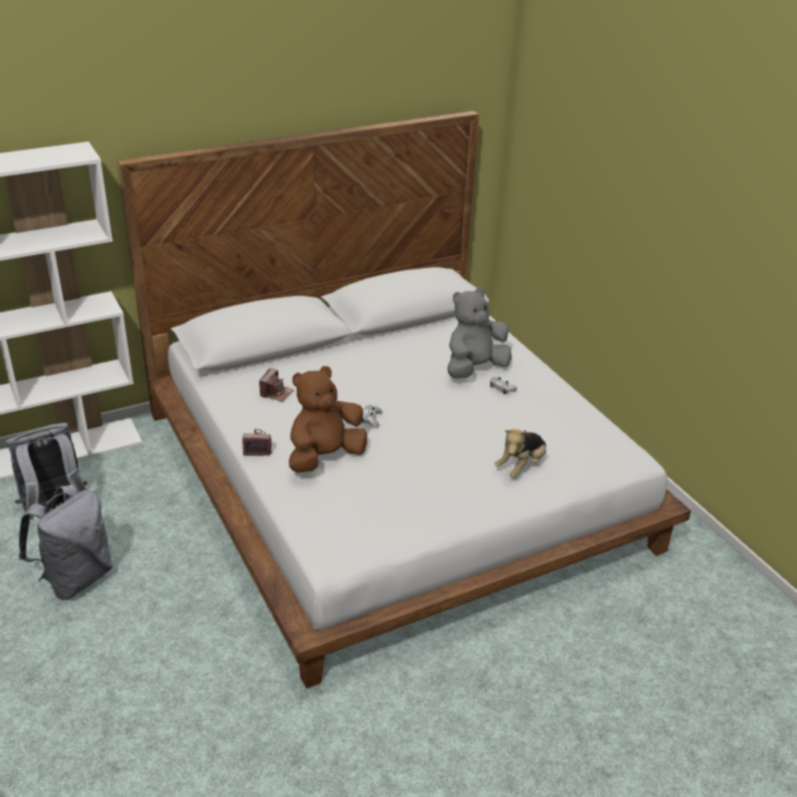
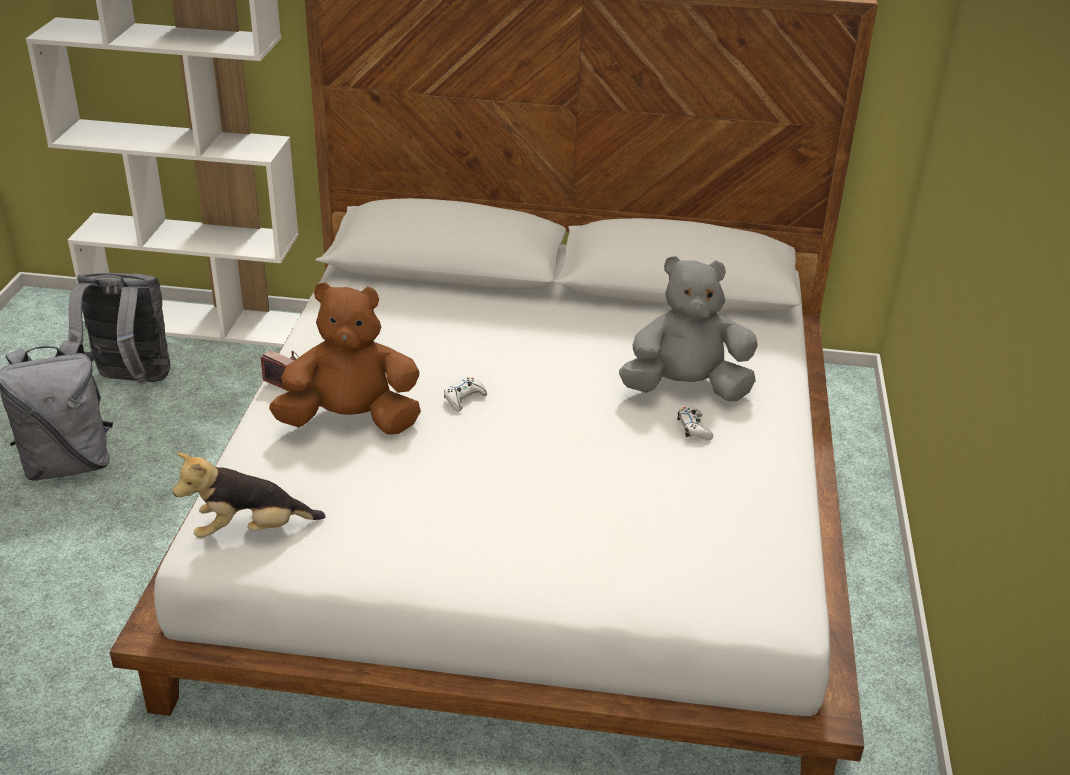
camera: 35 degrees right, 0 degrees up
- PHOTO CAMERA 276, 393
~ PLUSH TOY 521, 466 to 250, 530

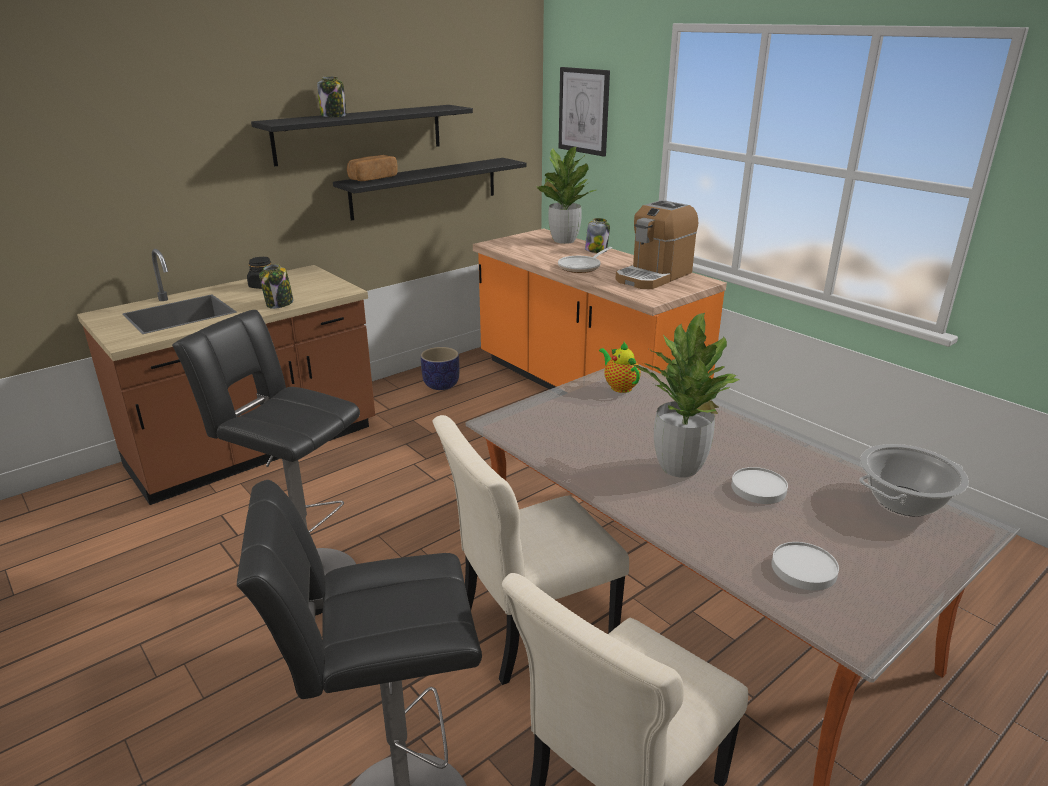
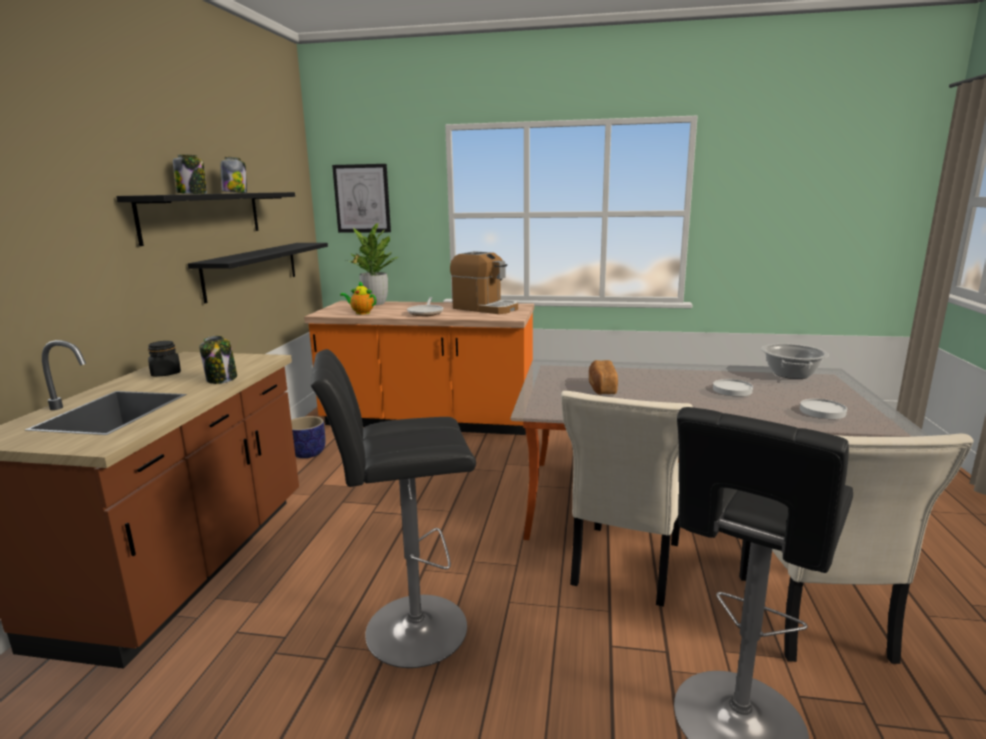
camera: 40 degrees left, 10 degrees down
~ BREAD 372, 178 to 601, 387
~ JAR 596, 250 to 235, 193
~ TEAPOT 619, 387 to 361, 313
~ COFFEE MACHINE 653, 276 = 485, 308 60 degrees counterclockwise
- POTTED PLANT 679, 467

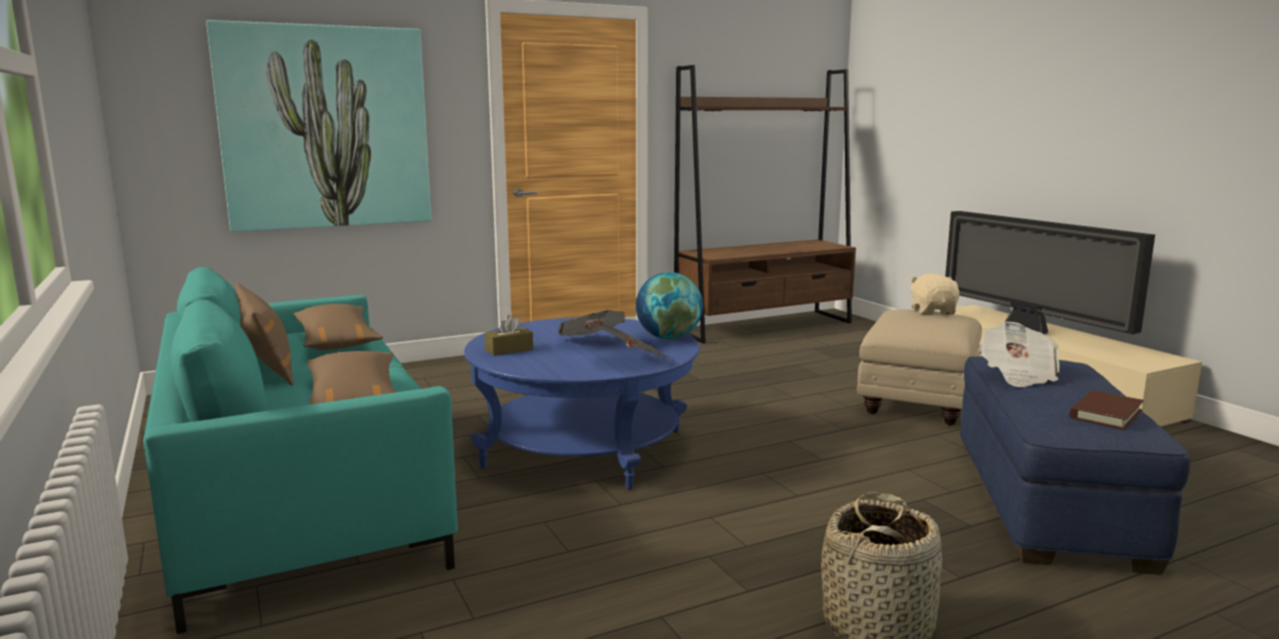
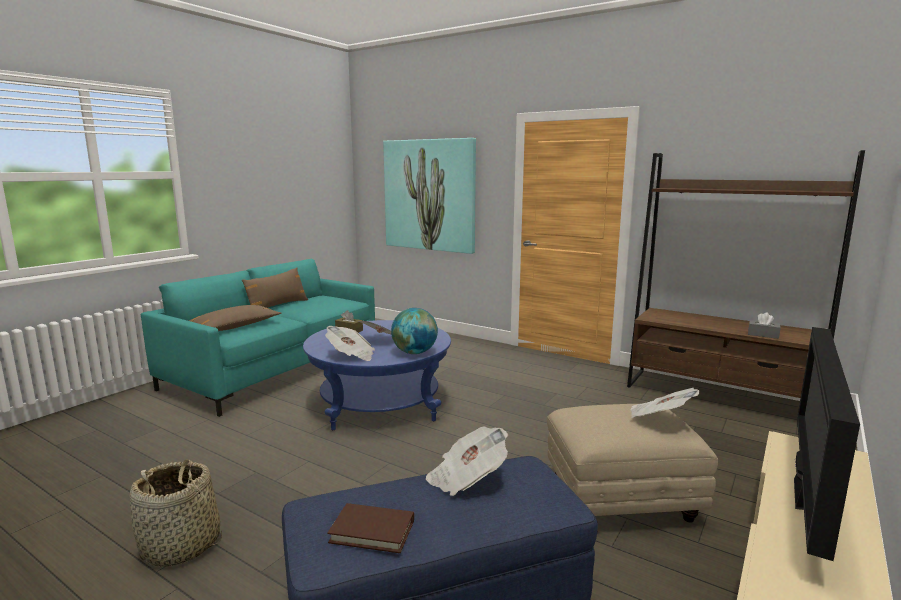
camera: 60 degrees right, 0 degrees up
- BROWN PILLOW 337, 341
~ BEIGE PLUSH TOY 933, 311 to NEWSPAPER 659, 418
+ GREY TISSUE BOX 763, 335

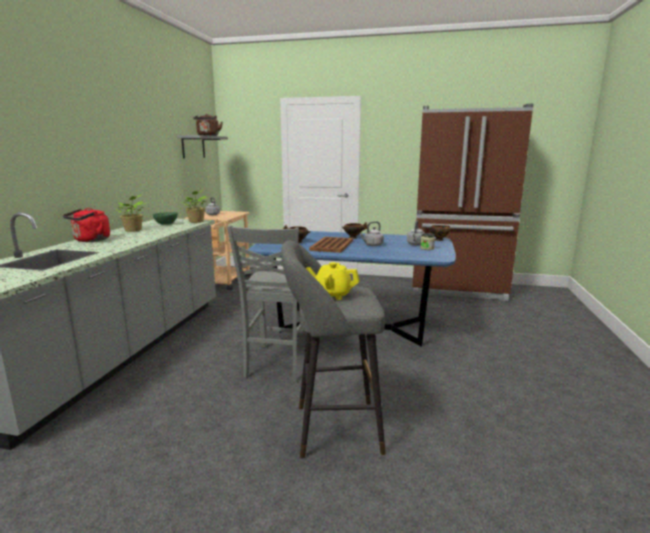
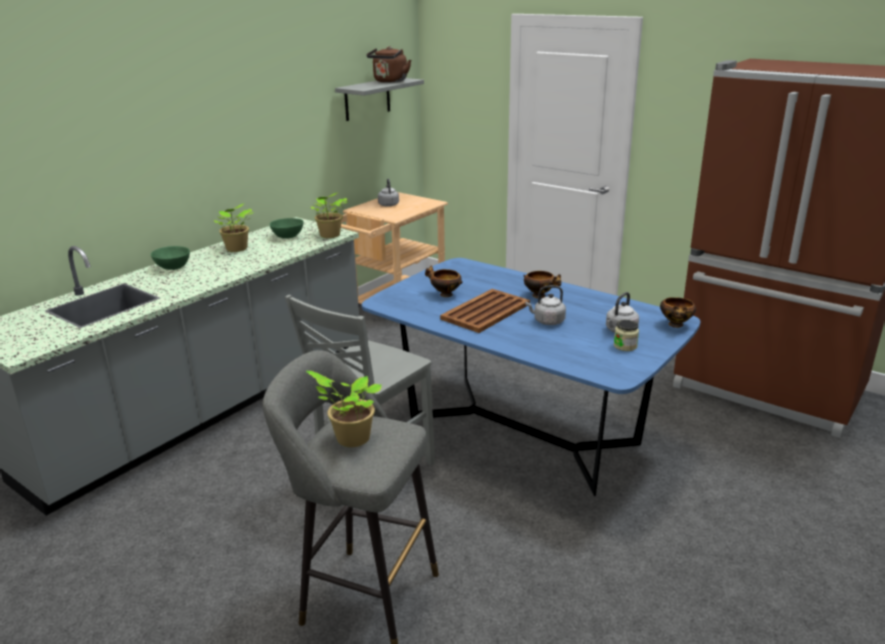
camera: 25 degrees right, 10 degrees up
~ RED KETTLE 90, 240 to GREEN BOWL 172, 267
~ YELLOW TEAPOT 332, 295 to POTTED PLANT 350, 438

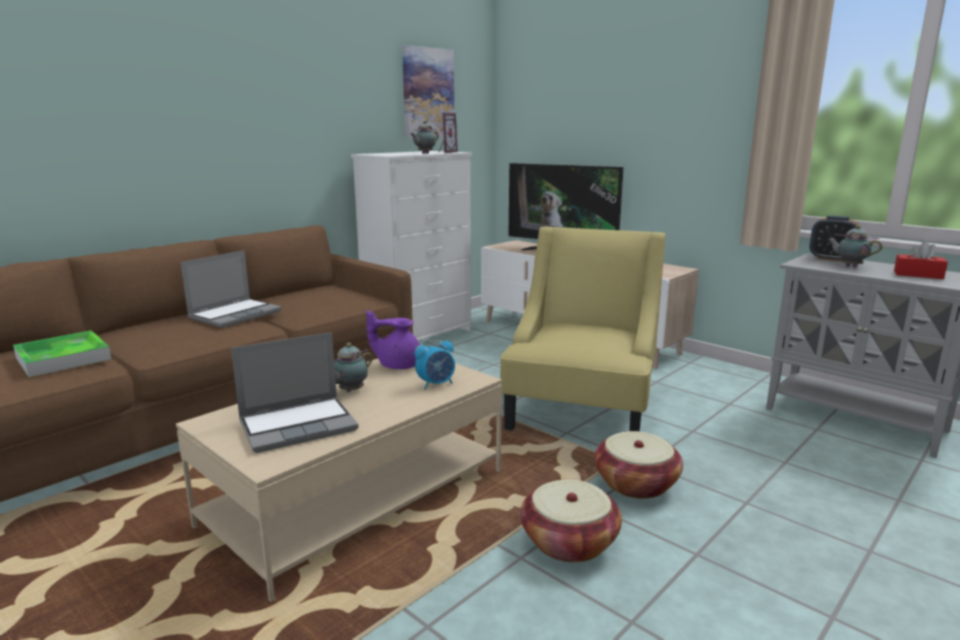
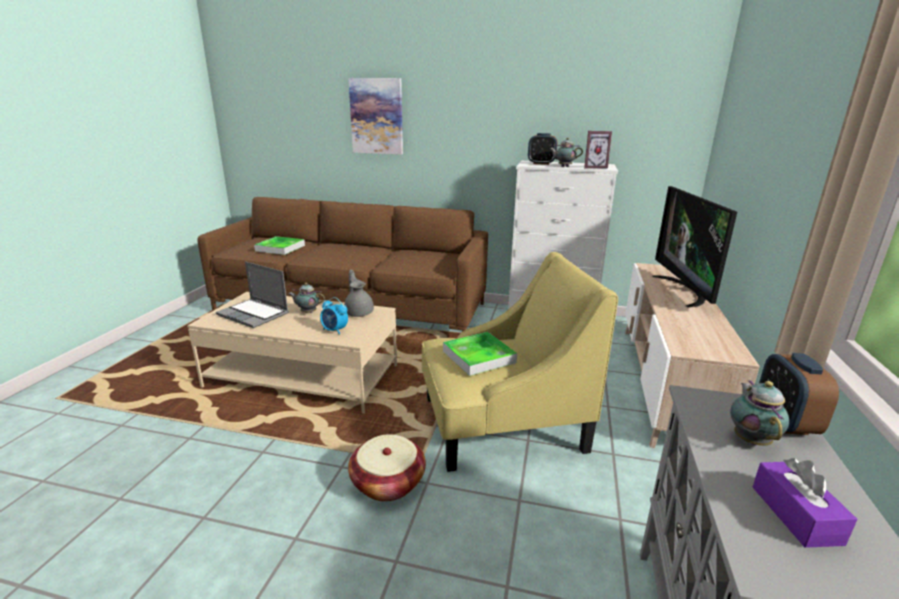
camera: 60 degrees right, 5 degrees up
- LAPTOP 236, 314
~ PURPLE TEAPOT 398, 365 to GREY TEAPOT 359, 312
~ PICTURE 427, 93 to 377, 116
- BASKET 569, 542
~ RED TISSUE BOX 918, 275 to PURPLE TISSUE BOX 795, 514
+ TRAY 479, 357
+ ALARM CLOCK 541, 163

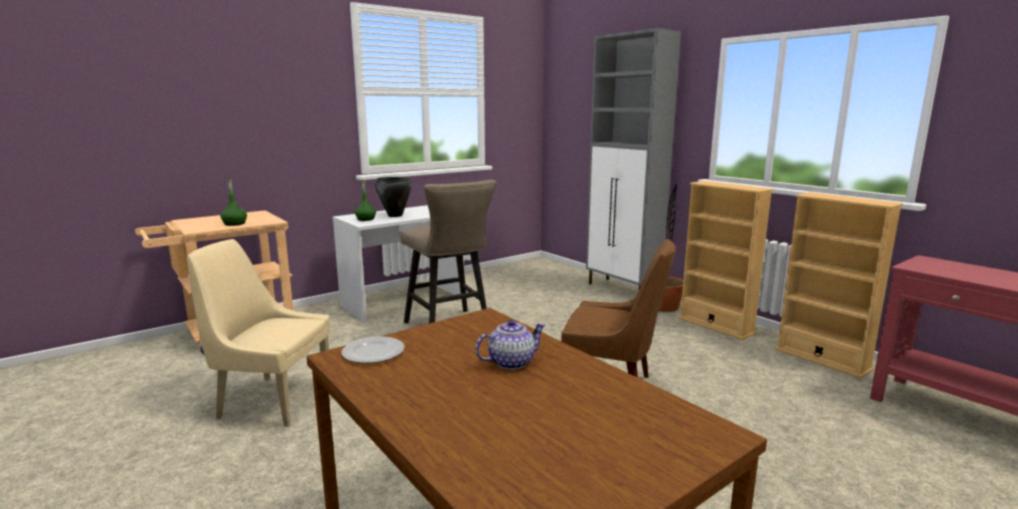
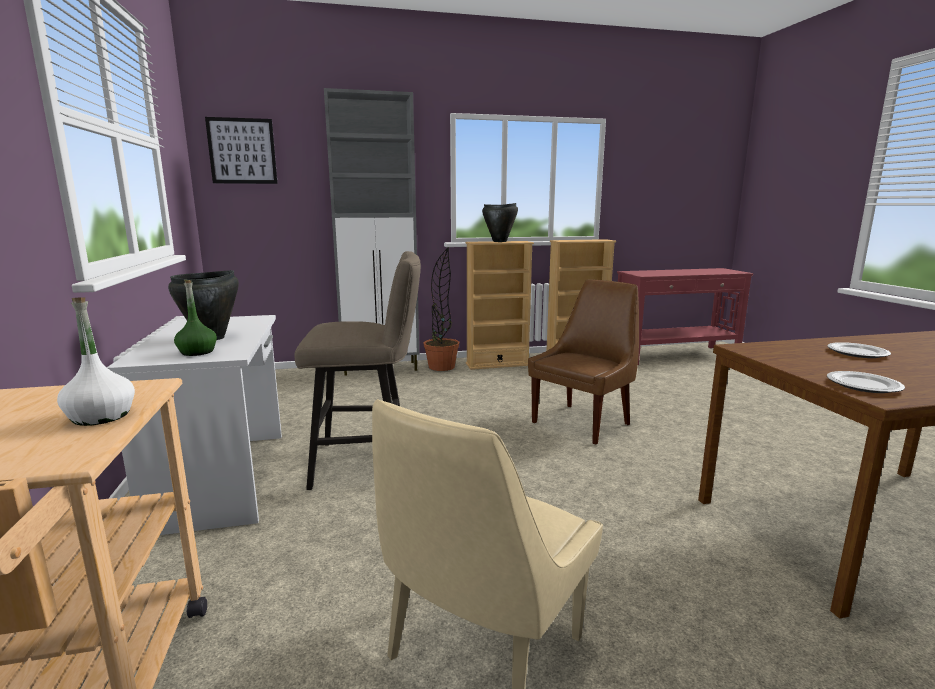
camera: 65 degrees left, 0 degrees up
~ GREEN BOTTLE 234, 224 to WHITE BOTTLE 101, 416
~ TEAPOT 510, 362 to PLATE 857, 353
+ PICTURE 242, 151
+ BLACK COOKING POT 499, 241

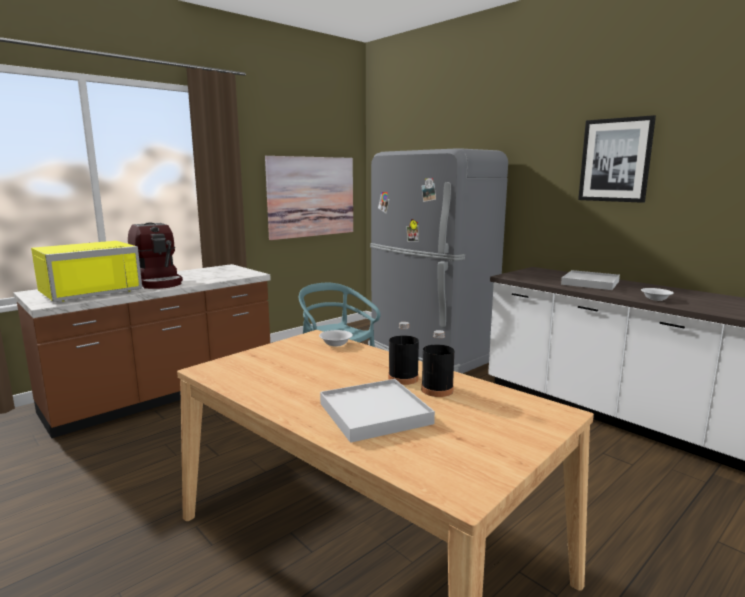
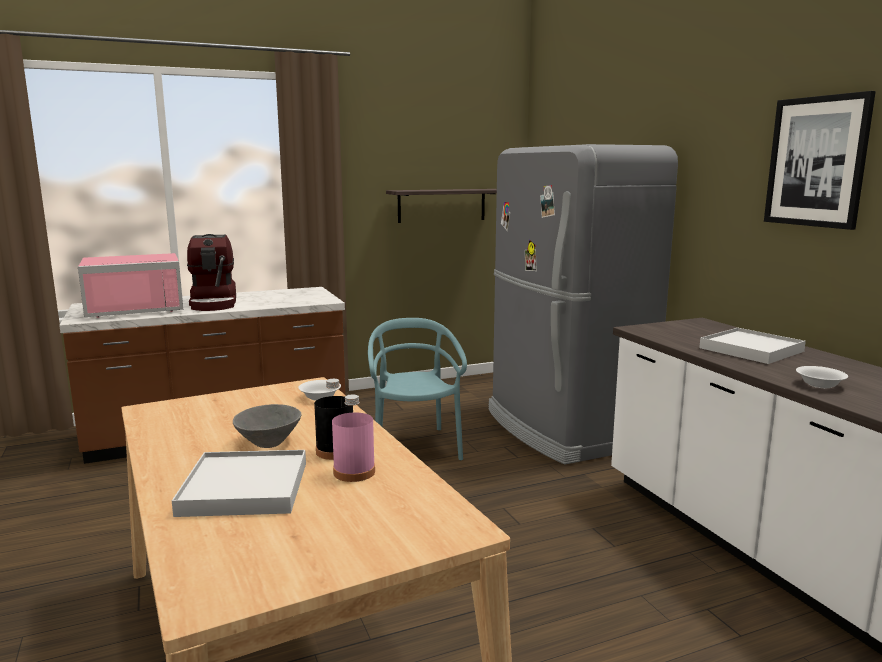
camera: 20 degrees right, 0 degrees up
~ YELLOW MICROWAVE 89, 291 to PINK MICROWAVE 136, 308
~ PICTURE 311, 196 to SHELF 442, 205
~ BLACK BOTTLE 437, 390 to PINK BOTTLE 354, 472
+ GREY BOWL 268, 443

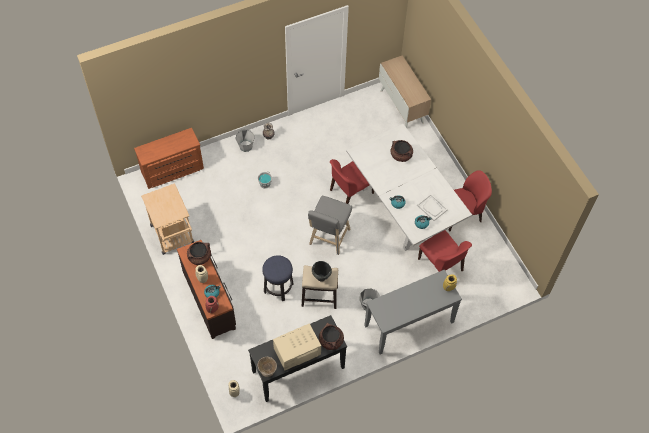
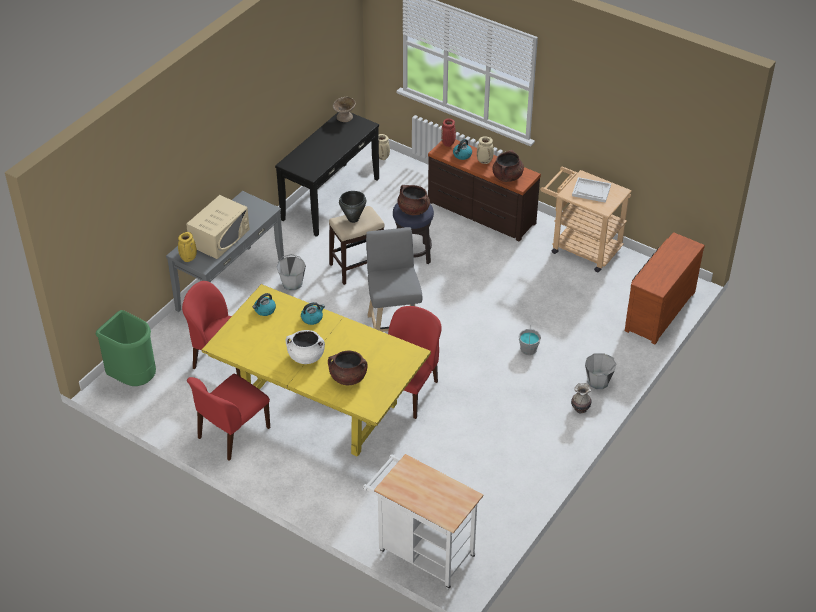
camera: 150 degrees right, 15 degrees down
~ BEIGE MICROWAVE 297, 351 to 219, 237
~ BROWN COOKING POT 331, 341 to 413, 210
~ WHITE DINING TABLE 403, 208 to YELLOW DINING TABLE 320, 405
~ CABINET 402, 106 to WHITE CART 421, 551
~ WHITE TRAY 432, 208 to 591, 191
+ GREEN TRASH CAN 134, 378
+ WHITE COOKING POT 306, 357

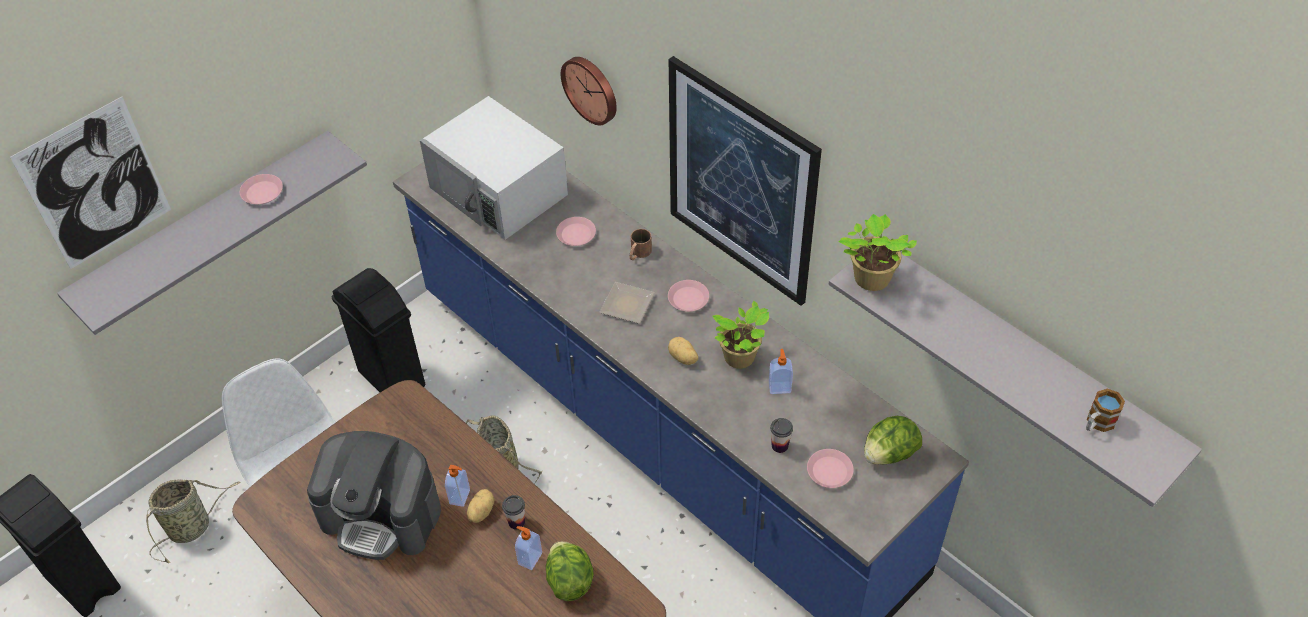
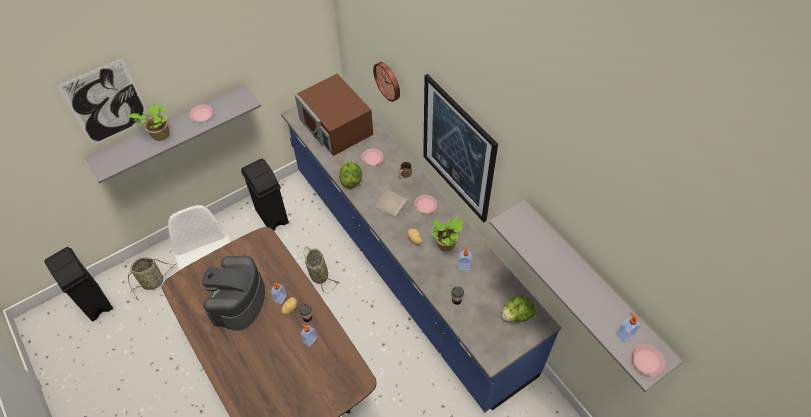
camera: 10 degrees right, 5 degrees up
~ COFFEE MACHINE 382, 515 = 238, 301 75 degrees clockwise
~ WHITE MICROWAVE 499, 191 to BROWN MICROWAVE 336, 127
~ LETTUCE 569, 580 to 351, 180
~ PINK PLATE 829, 471 to 646, 361
~ POTTED PLANT 870, 280 to 159, 135
~ MUG 1097, 423 to SOAP DISPENSER 624, 334

